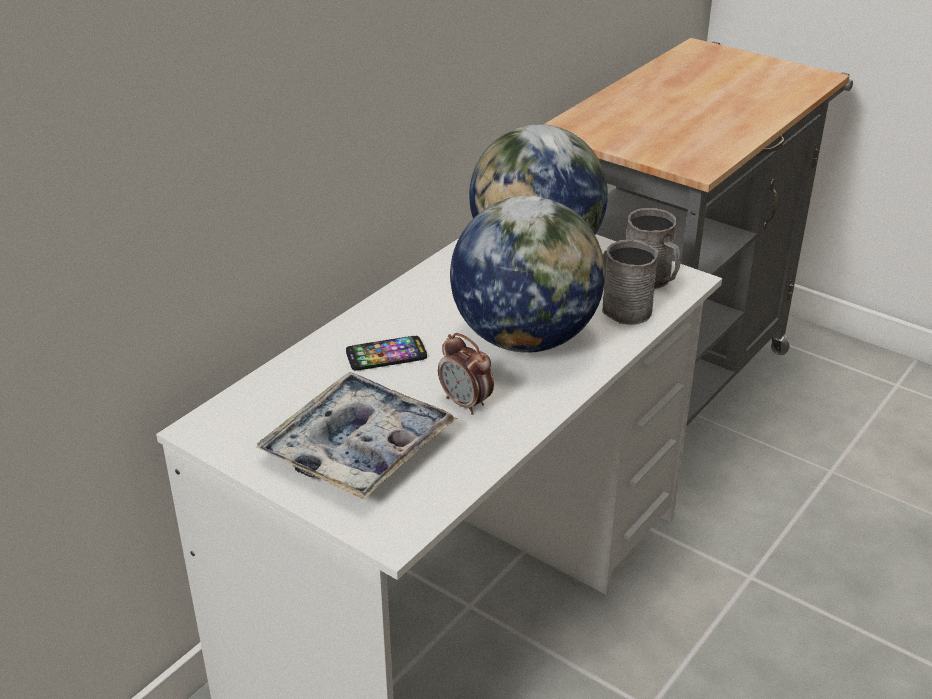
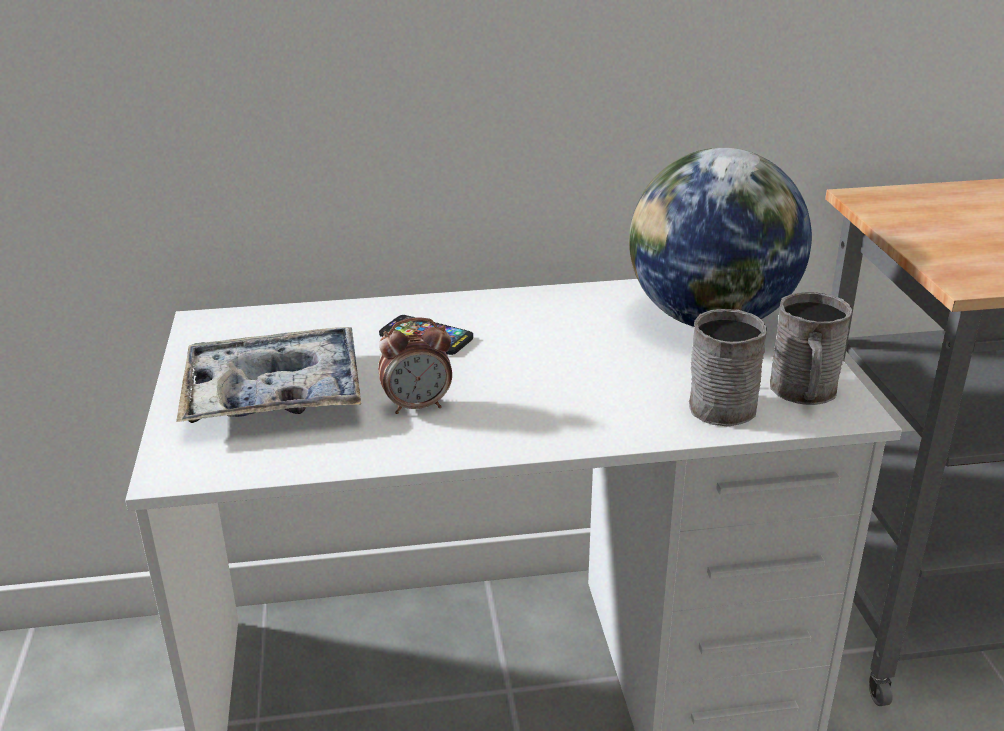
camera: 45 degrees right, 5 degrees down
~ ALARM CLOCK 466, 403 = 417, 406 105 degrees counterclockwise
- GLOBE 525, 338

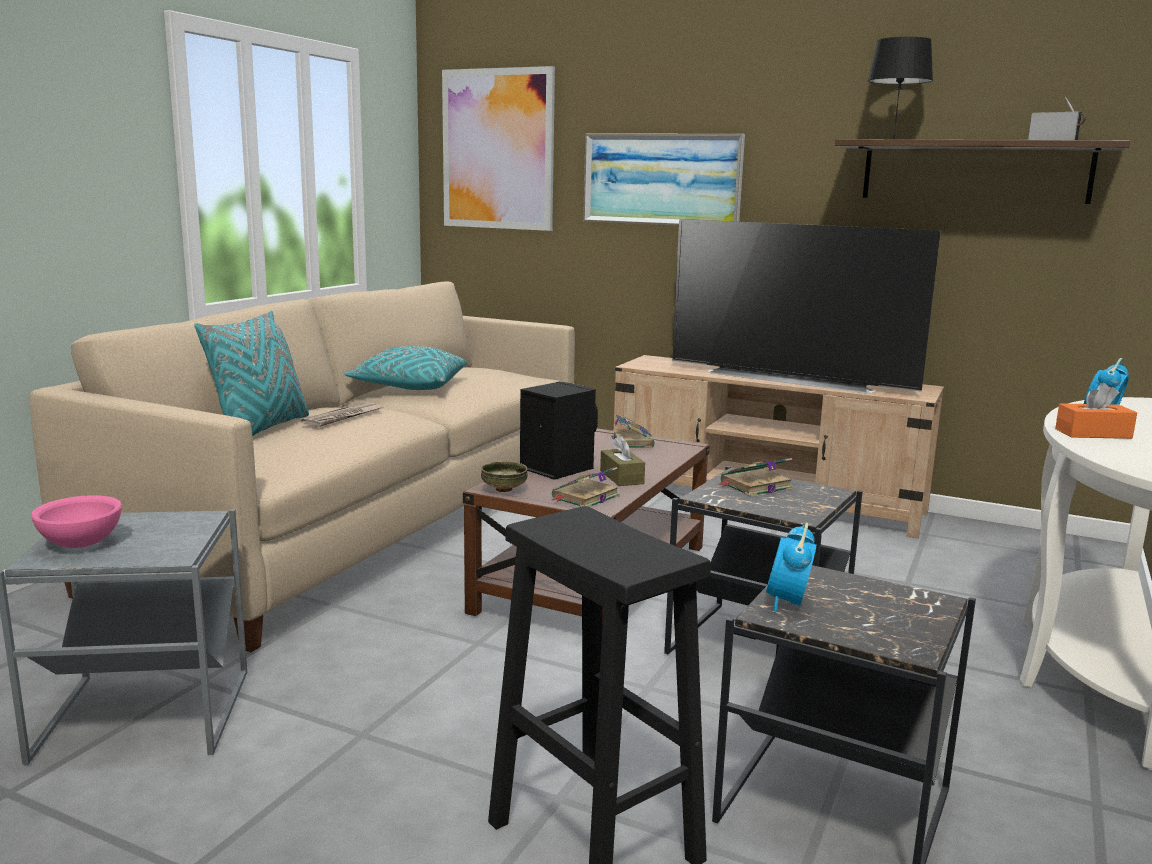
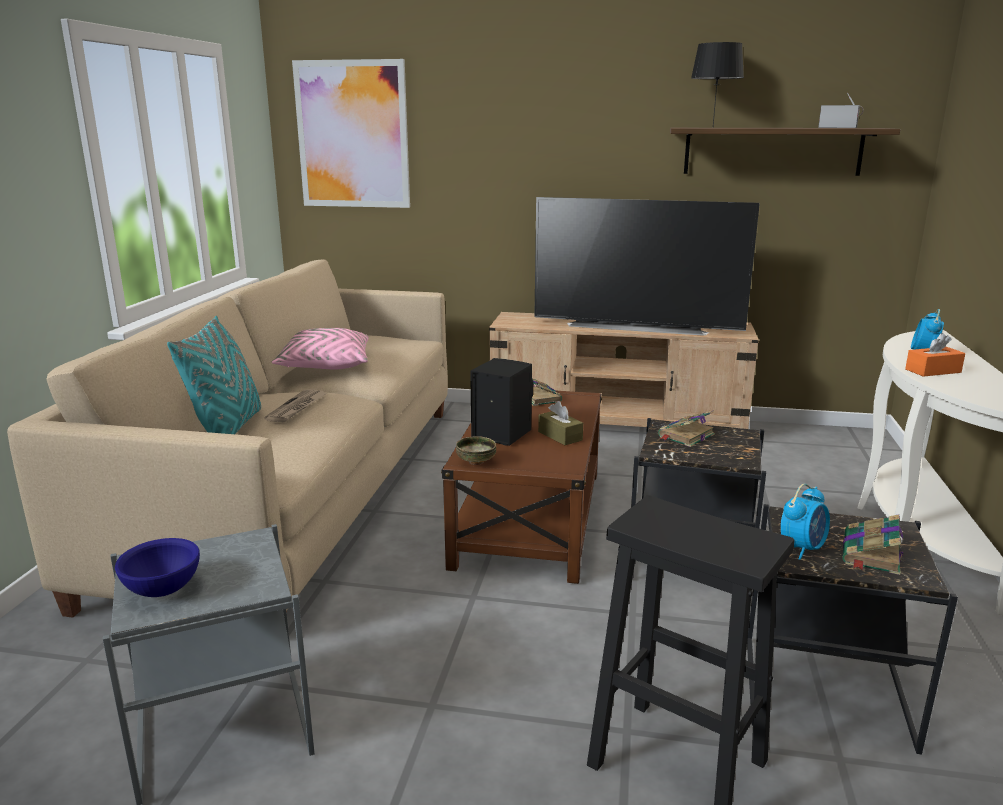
camera: 15 degrees left, 5 degrees up
~ PINK BOWL 81, 545 to BLUE BOWL 163, 590
~ TURQUOISE PILLOW 409, 387 to PINK PILLOW 324, 366
~ BOOK 584, 497 to 871, 555
- PICTURE 661, 179
~ ALARM CLOCK 788, 602 = 802, 548 135 degrees counterclockwise

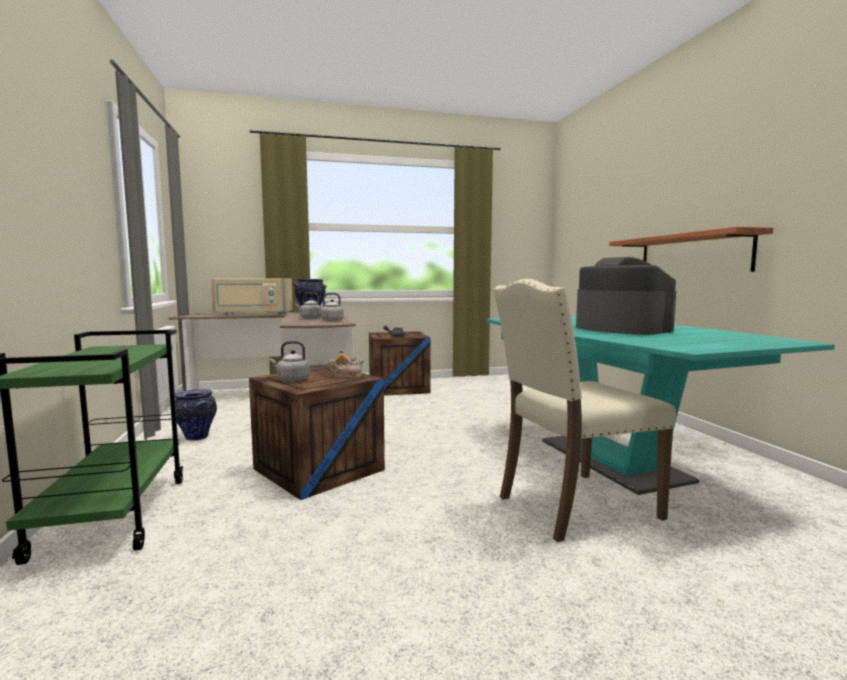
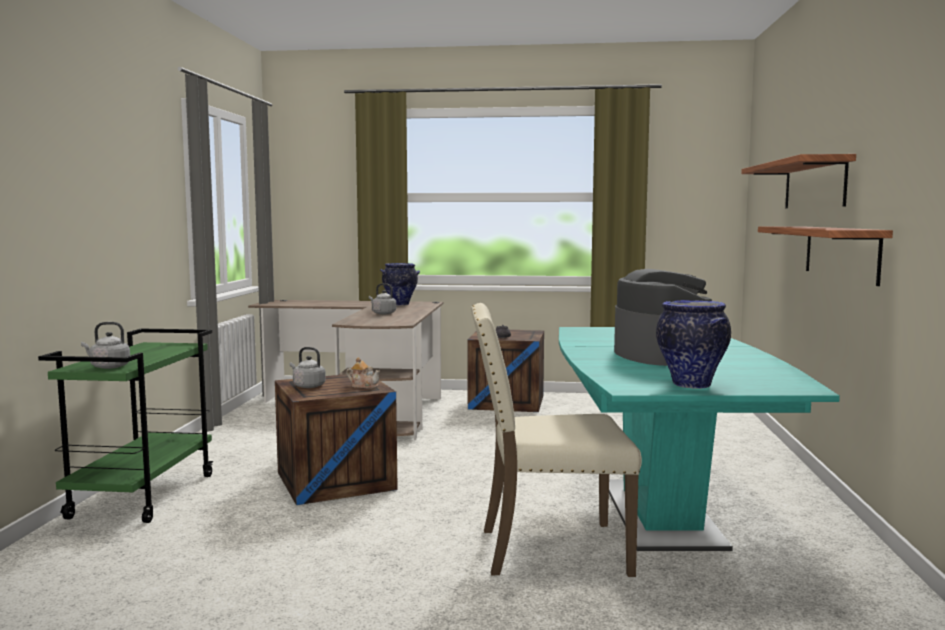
camera: 20 degrees right, 0 degrees up
~ VASE 196, 437 to 690, 384
- BEIGE MICROWAVE 253, 314
~ GREY KETTLE 330, 321 to 108, 367
+ SHELF 814, 184

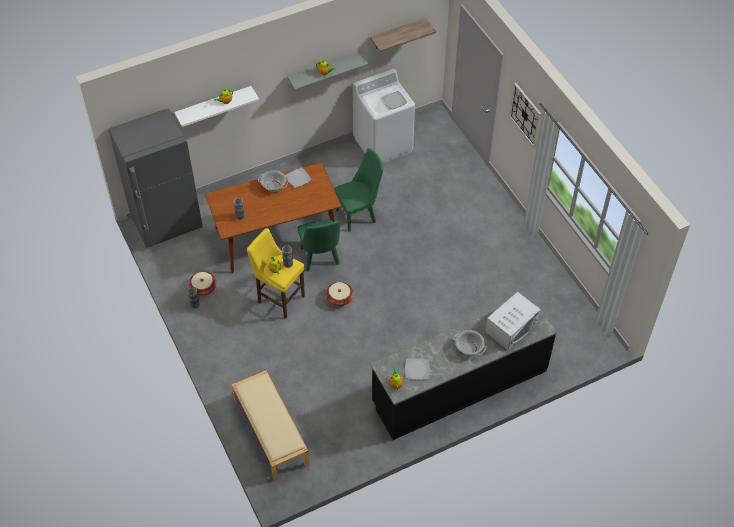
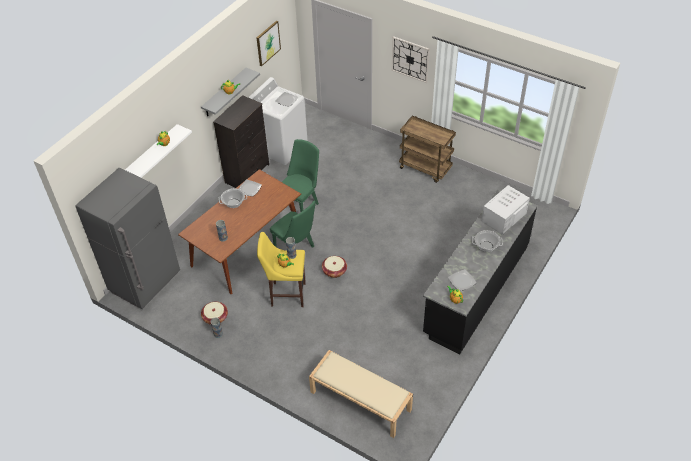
camera: 30 degrees left, 5 degrees down
~ SHELF 397, 33 to PICTURE 268, 43
~ WHITE MICROWAVE 511, 327 = 503, 217 150 degrees counterclockwise
+ BLACK DRESSER 247, 173
+ BROWN CART 425, 168

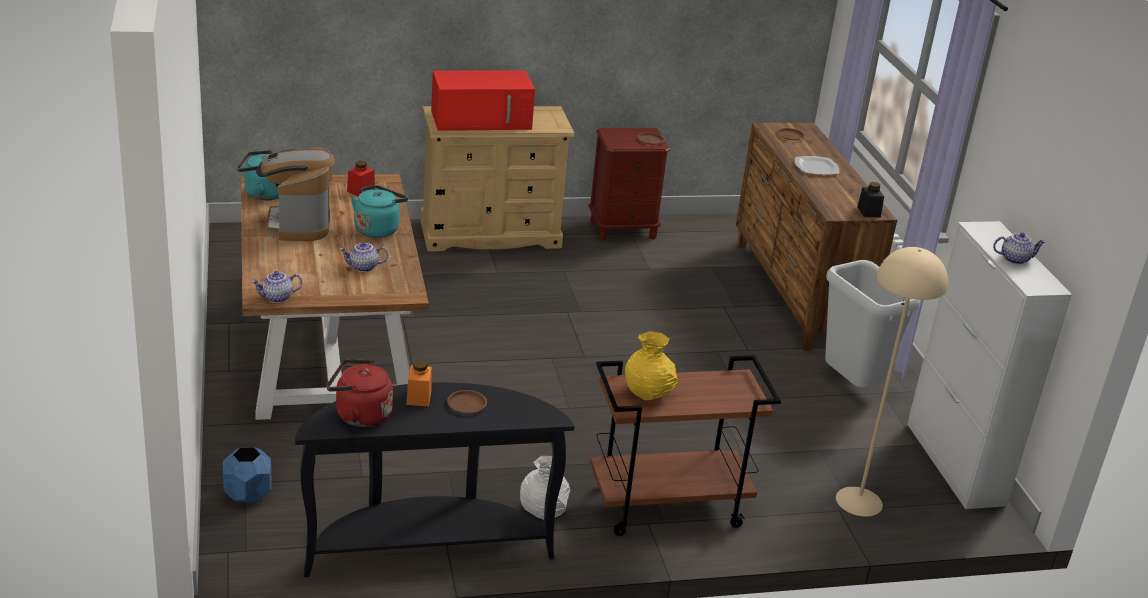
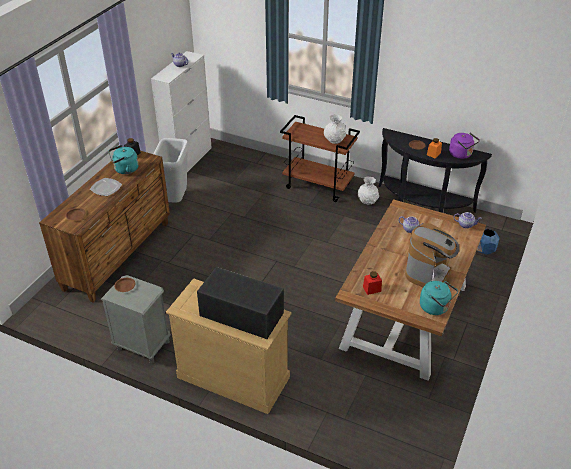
camera: 140 degrees left, 10 degrees up
~ RED KETTLE 359, 415 to PURPLE KETTLE 461, 154
~ TURQUOISE KETTLE 378, 229 to 125, 170
~ RED MICROWAVE 482, 120 to BLACK MICROWAVE 240, 314
~ BROWN NIGHTSTAND 623, 229 to GREY NIGHTSTAND 143, 345
~ YELLOW VASE 648, 393 to WHITE VASE 334, 140
- BEIGE FLOOR LAMP 859, 501

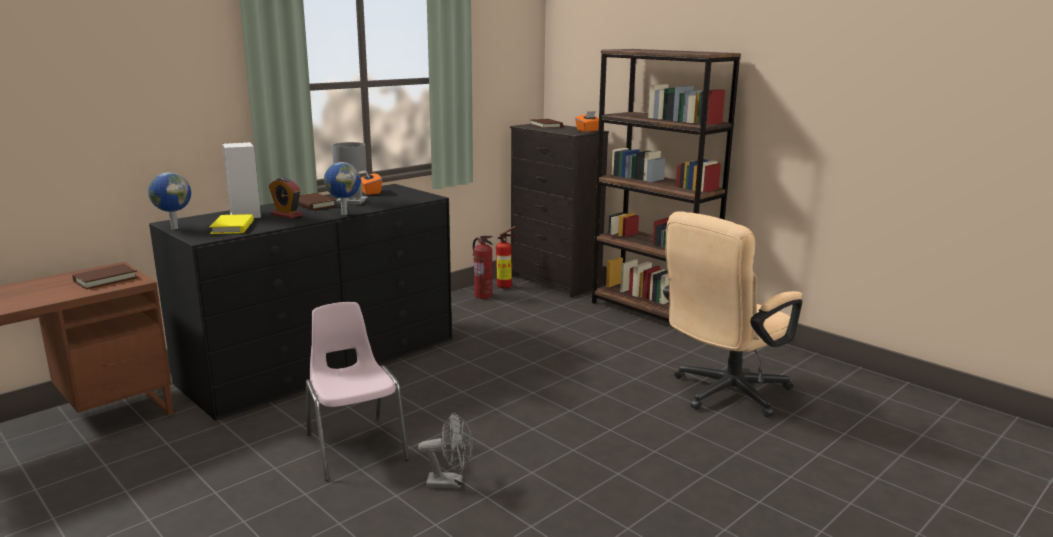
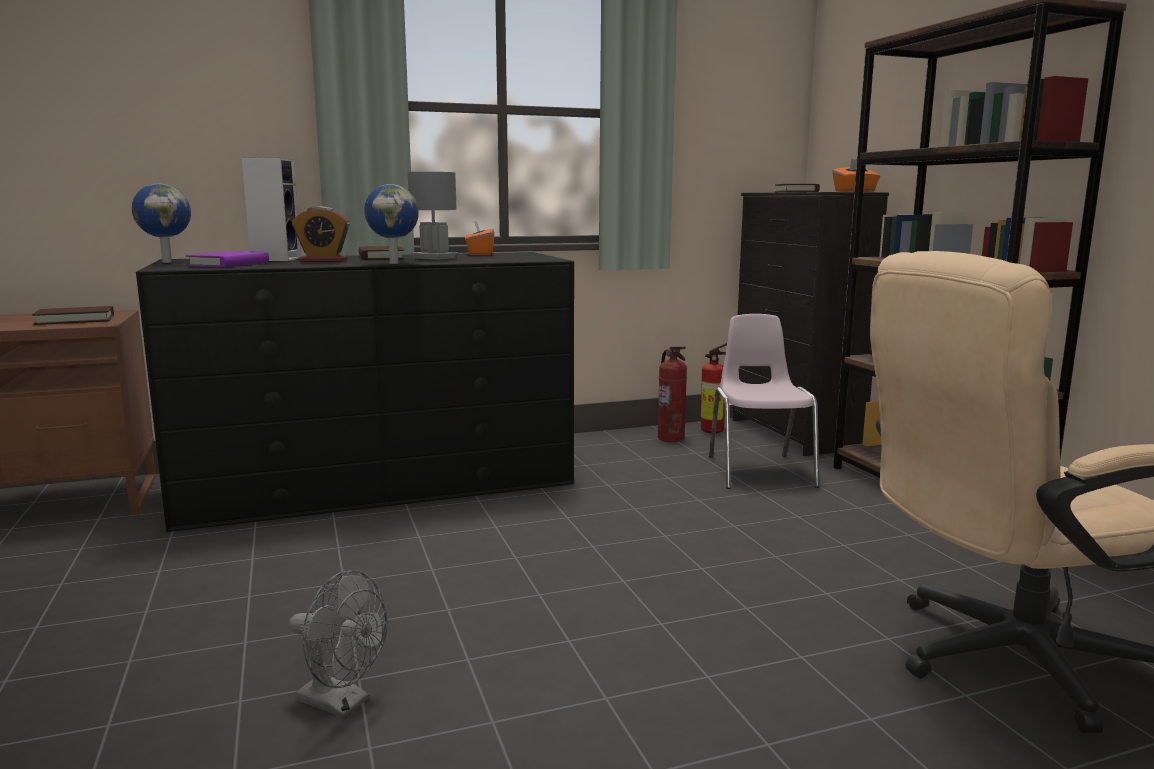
camera: 25 degrees right, 5 degrees down
~ YELLOW BOOK 232, 227 to PURPLE BOOK 229, 264
~ ALARM CLOCK 286, 215 = 323, 261 60 degrees counterclockwise
~ PINK CHAIR 355, 446 to 759, 470

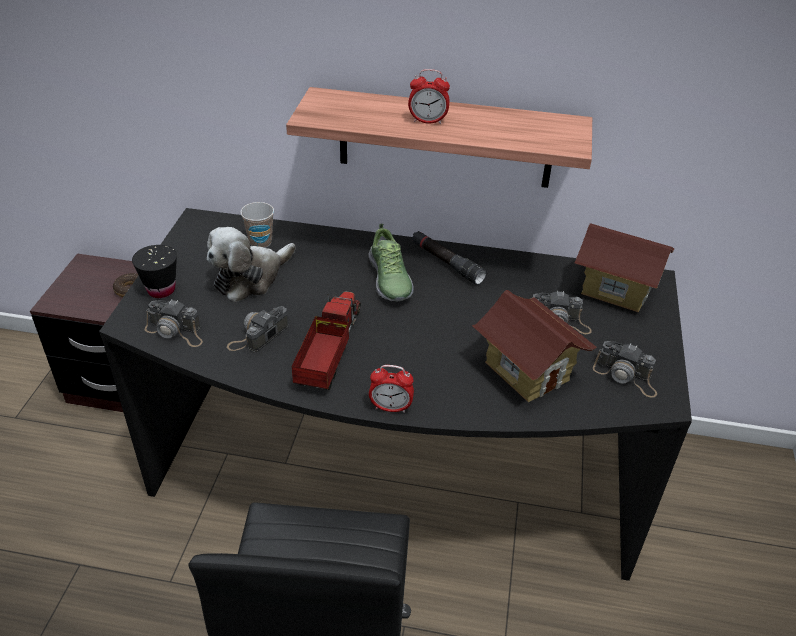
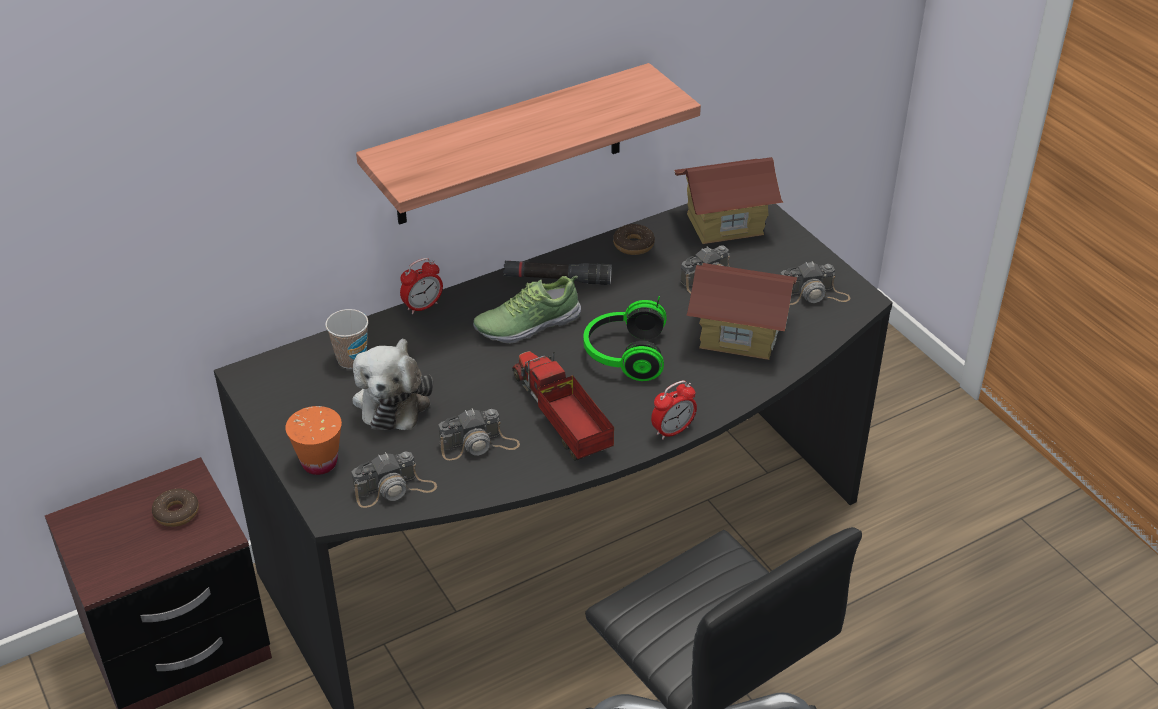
camera: 40 degrees left, 0 degrees up
~ BLACK CUP 161, 290 to ORANGE CUP 319, 463
~ PHOTO CAMERA 258, 336 = 479, 445 105 degrees counterclockwise
~ SHOE 389, 279 = 527, 324 120 degrees clockwise
~ ALARM CLOCK 428, 121 to 422, 306
+ HEADPHONES 623, 355
+ DONUT 633, 245

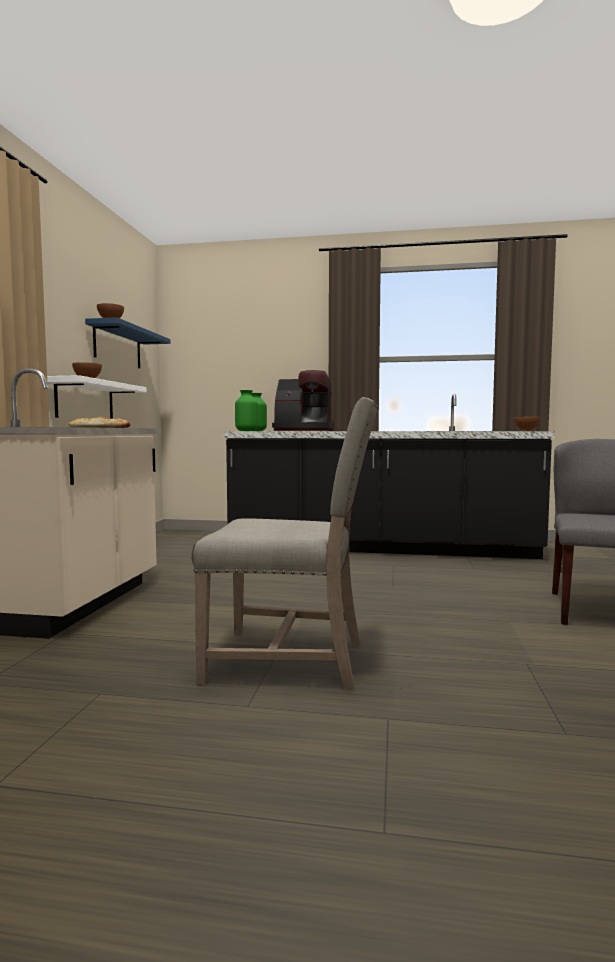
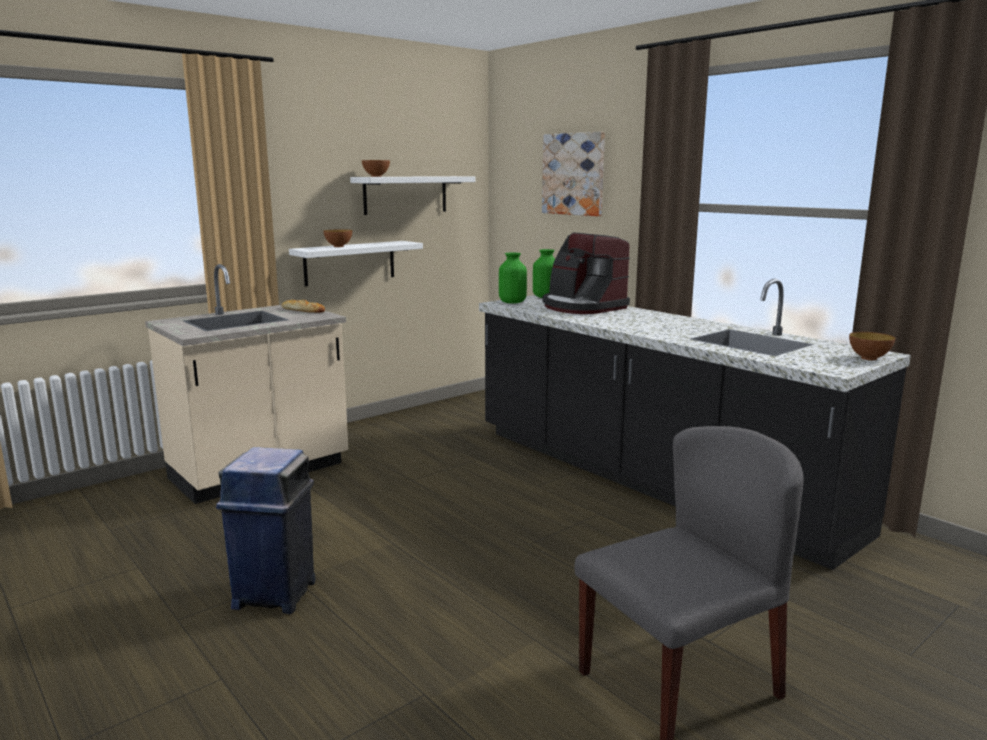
camera: 40 degrees right, 10 degrees up
~ BLUE SHELF 117, 346 to WHITE SHELF 405, 195
~ BEIGE CHAIR 292, 660 to BLUE TRASH CAN 275, 593
+ PICTURE 574, 174

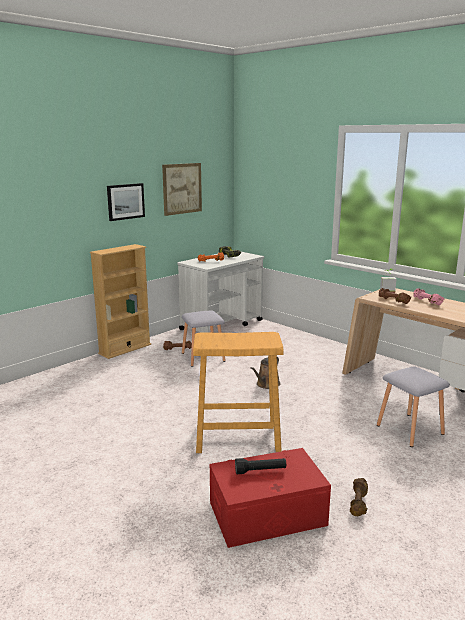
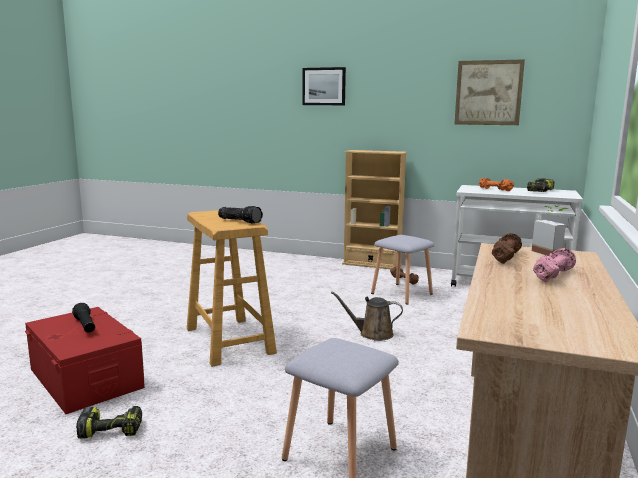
camera: 65 degrees right, 5 degrees down
~ PICTURE 125, 201 to 324, 86
~ BROWN DUMBBELL 359, 503 to POWER DRILL 113, 429
+ FLASHLIGHT 240, 221

